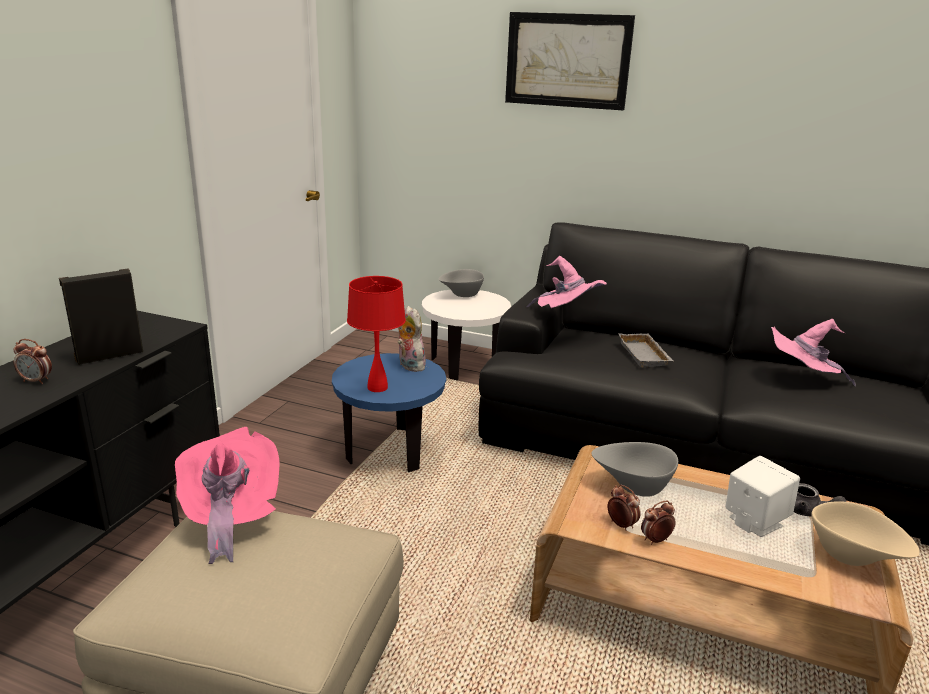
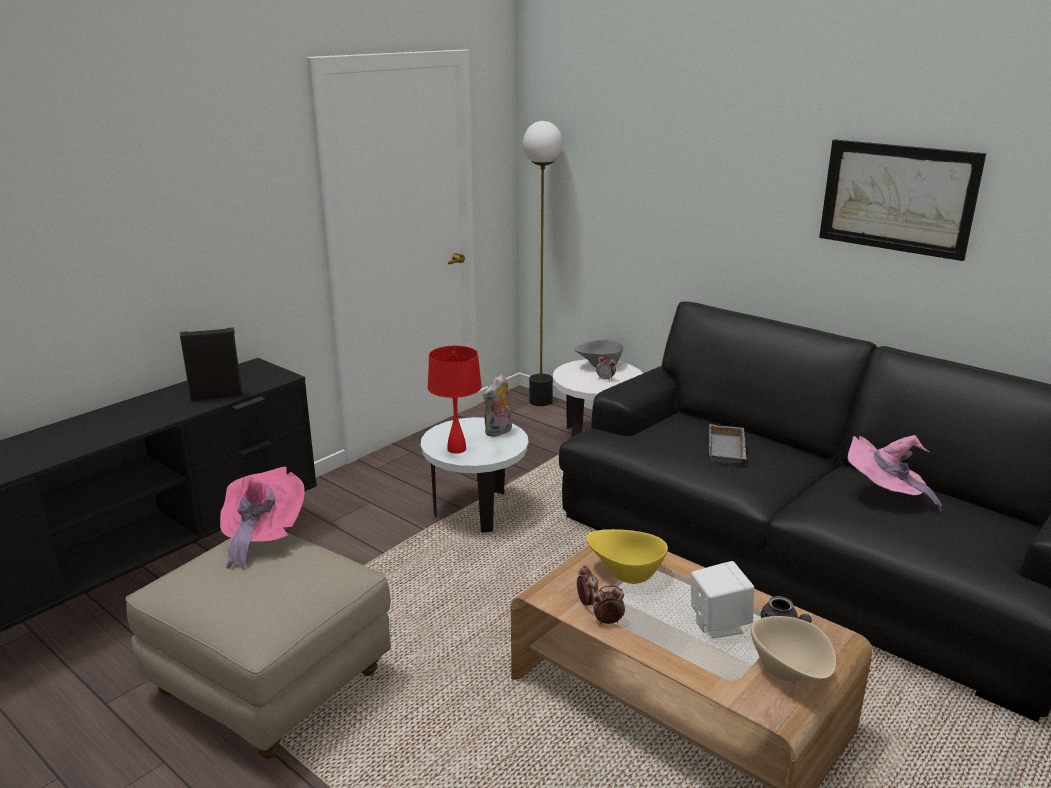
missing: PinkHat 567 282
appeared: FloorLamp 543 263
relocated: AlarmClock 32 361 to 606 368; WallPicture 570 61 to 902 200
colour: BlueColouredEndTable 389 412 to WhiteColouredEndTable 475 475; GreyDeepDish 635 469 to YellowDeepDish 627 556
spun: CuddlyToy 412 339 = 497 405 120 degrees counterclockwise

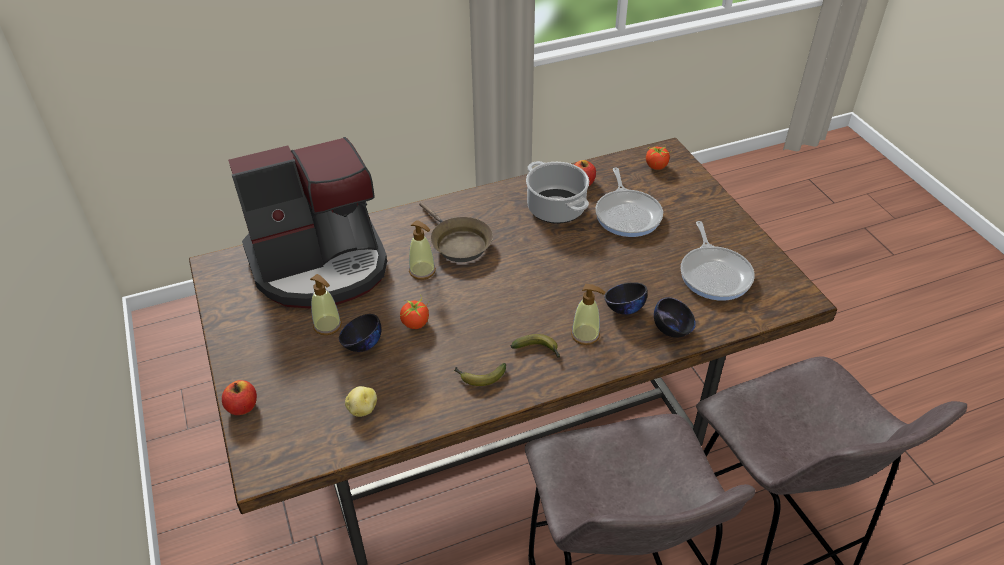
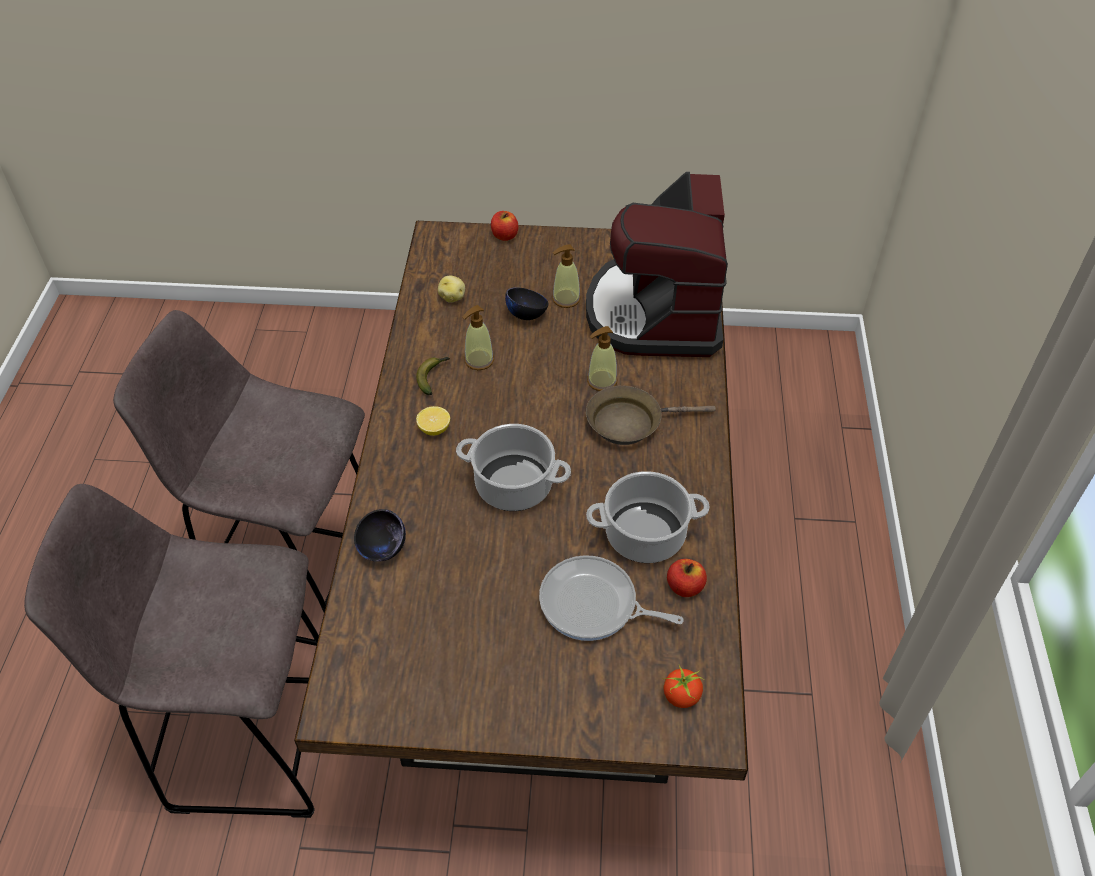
missing: FreshTomato 414 312; BlackColouredDeepDish 626 298; Pan 718 261
appeared: Stockpot 513 467
relocated: SoapDispenser 588 314 to 478 337
exchanged: BananaFruit 535 346 to CitrusFruit 433 421

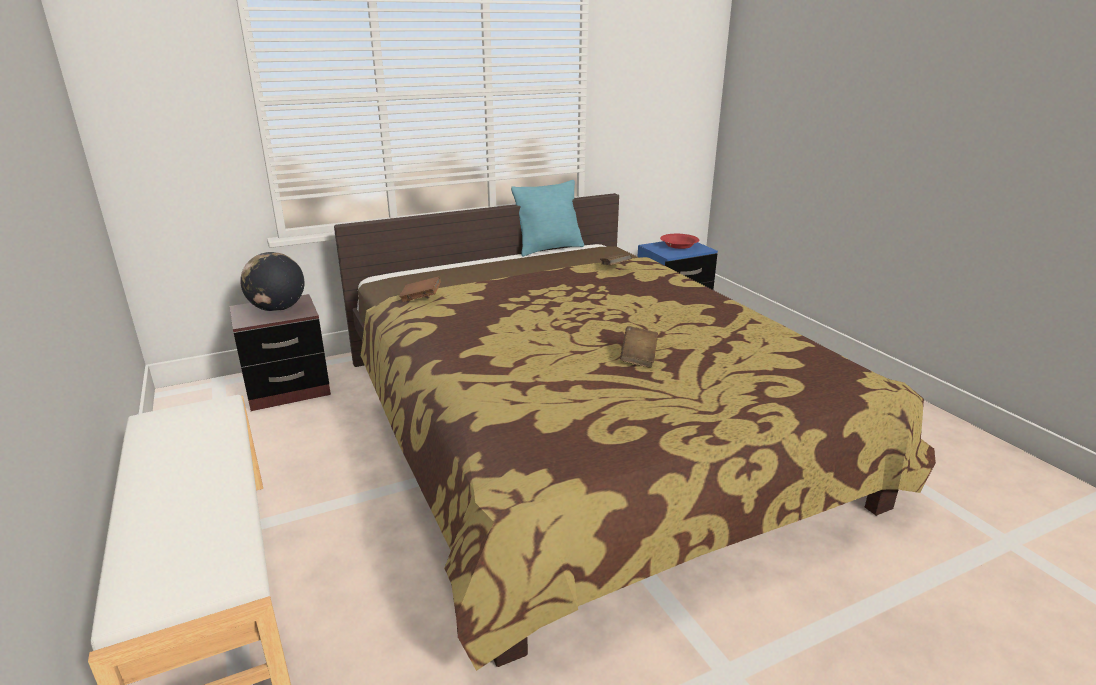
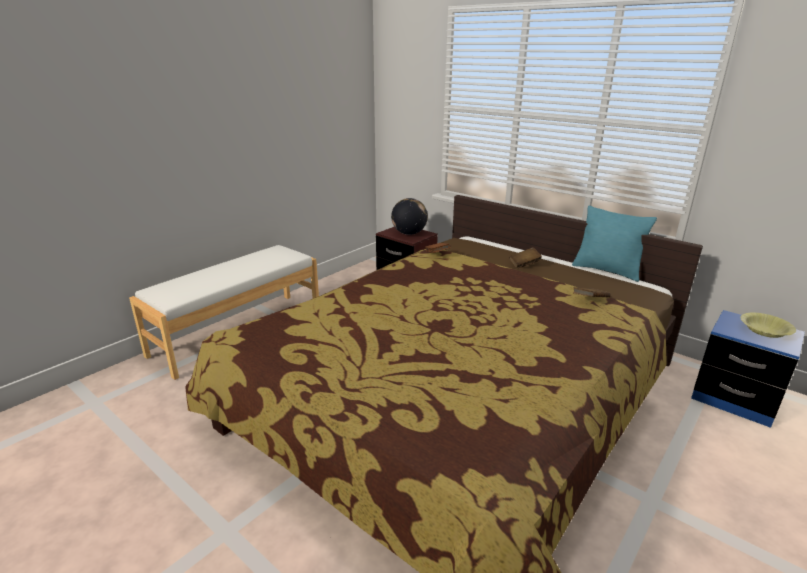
relocated: BrownishVolume 639 346 to 525 258
colour: RedColouredDeepDish 679 241 to YellowDeepDish 768 325

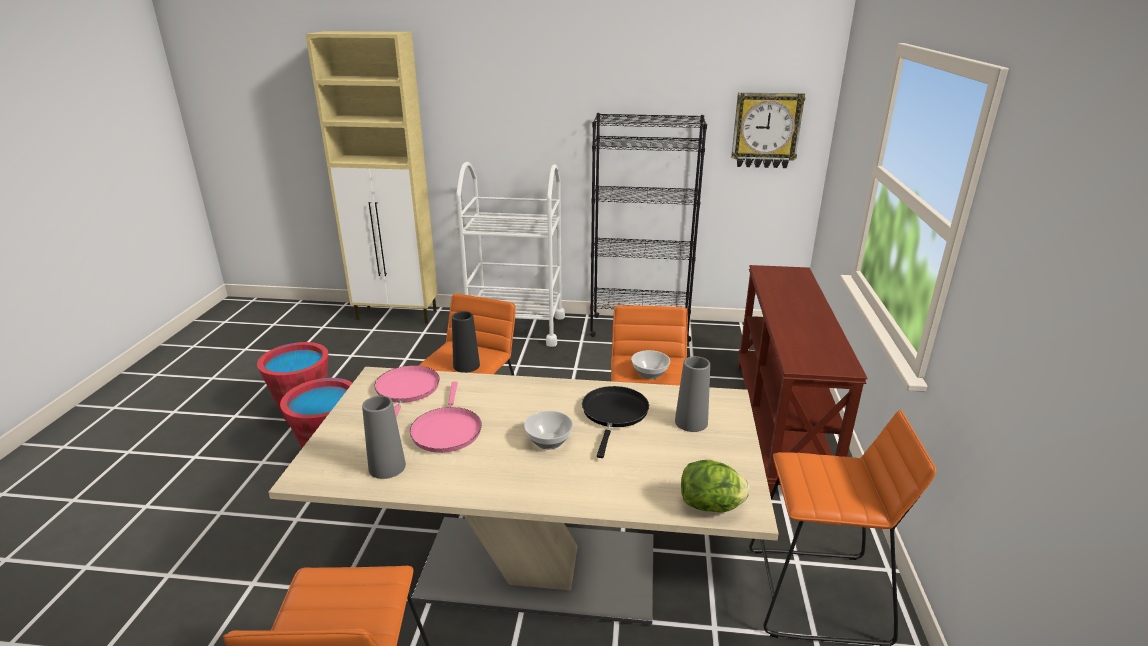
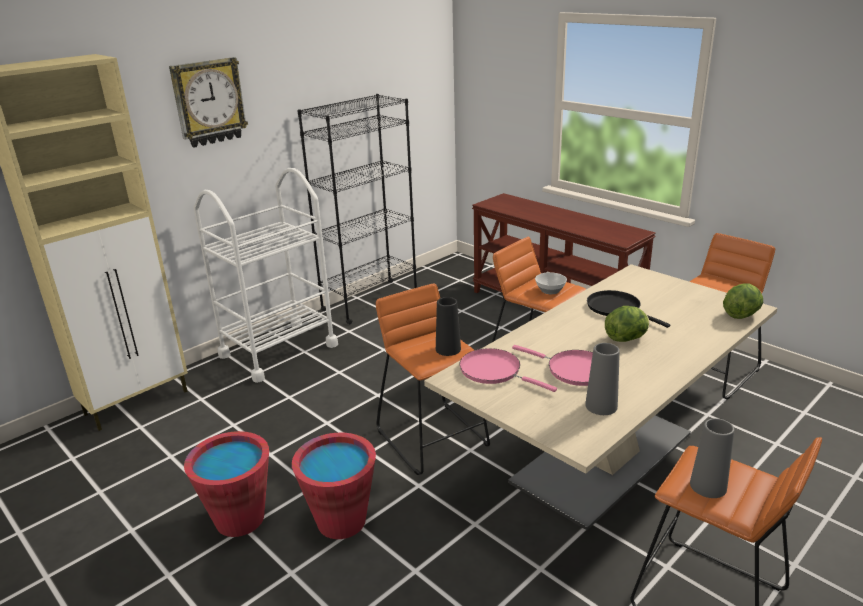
relocated: HangingClock 768 130 to 208 102; GreyFlowerVase 692 394 to 712 458
exchanged: DeepDish 548 430 to HeadOfLettuce 627 324

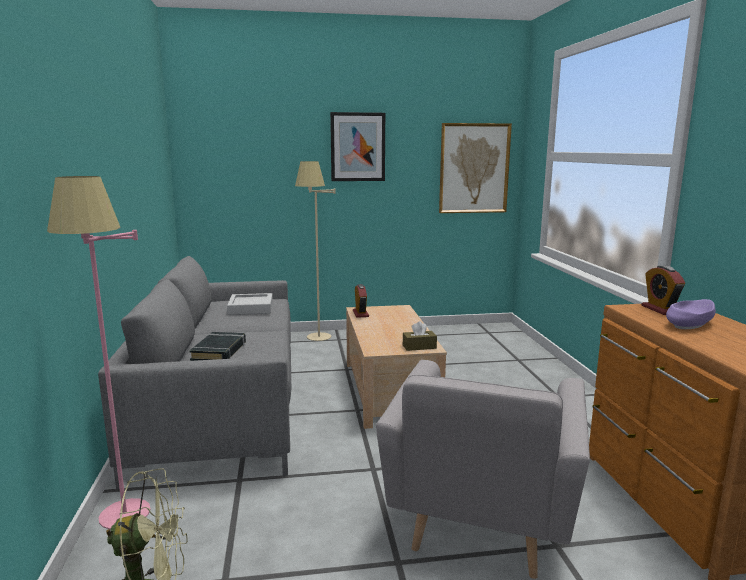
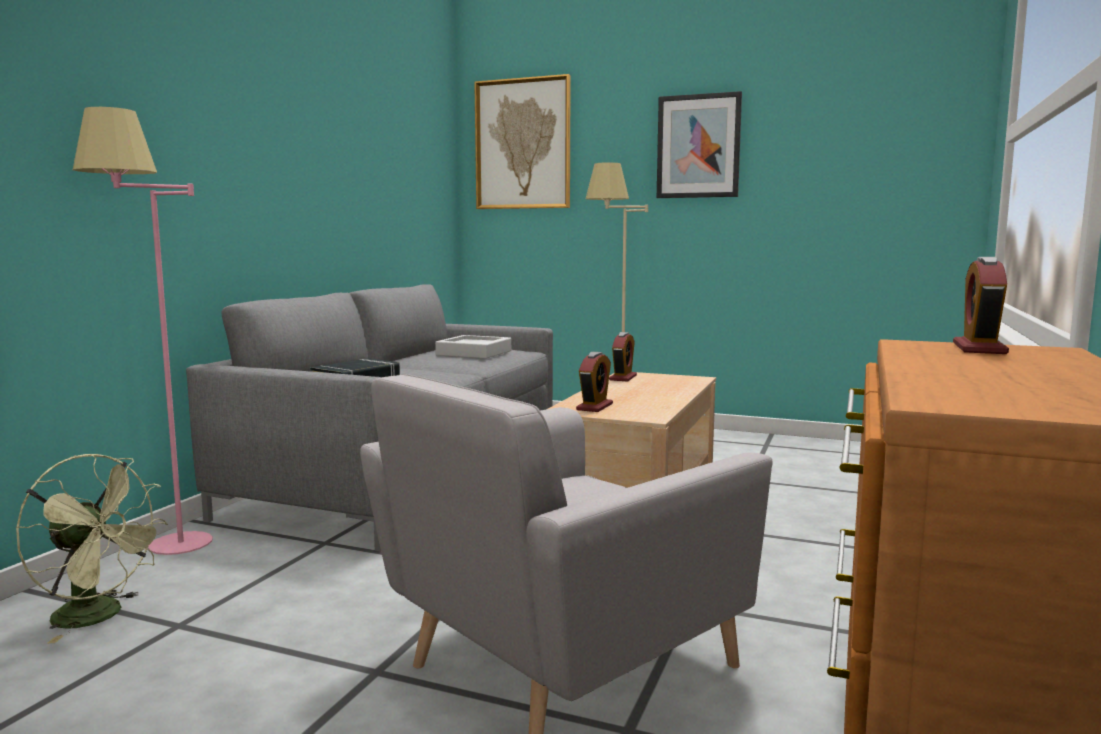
missing: BrownishBoxOfTissues 420 336; PurpleColouredDeepDish 691 314
appeared: AlarmClock 594 382
relocated: WallPicture 475 168 to 522 141

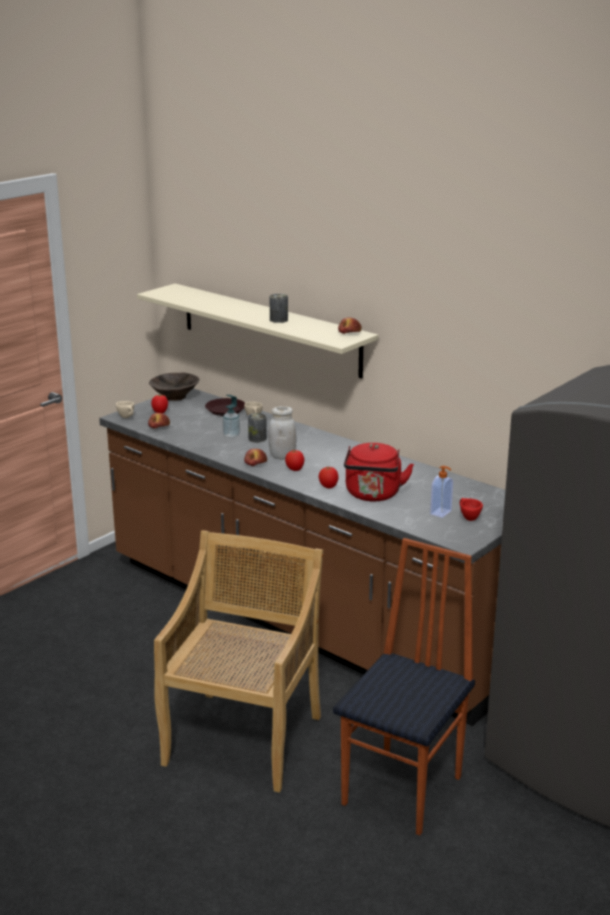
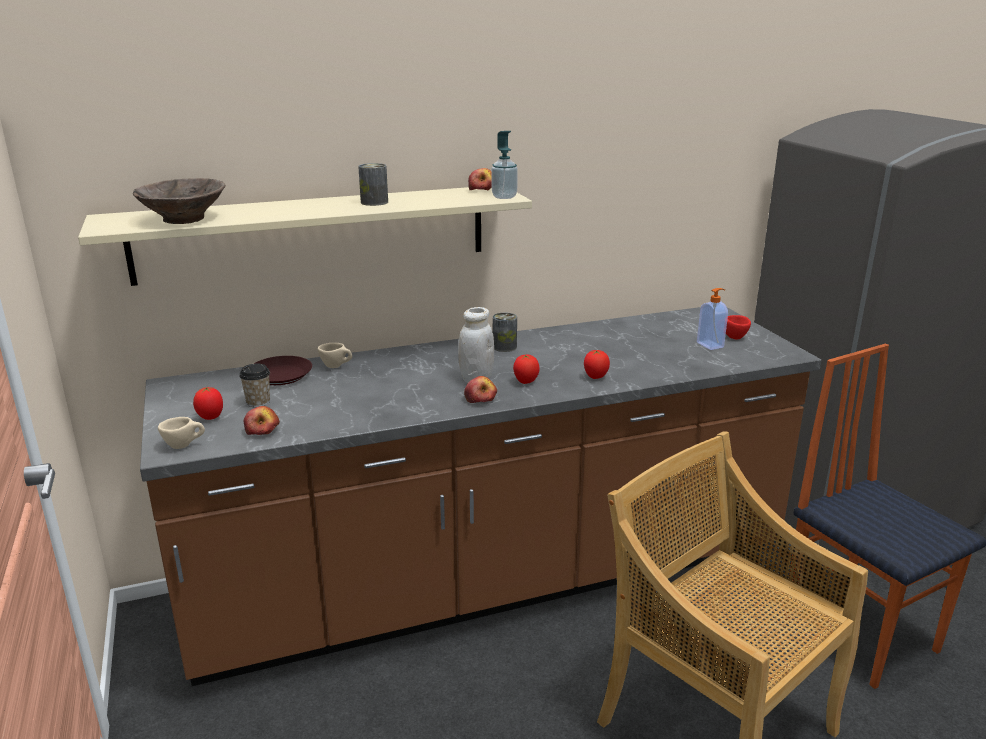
missing: RedColouredWaterKettle 379 472
appeared: DrinkingCup 254 385
relocated: BrownishDeepDish 174 387 to 179 201; SoapDispenser 231 416 to 505 165; MetalCan 257 427 to 505 332

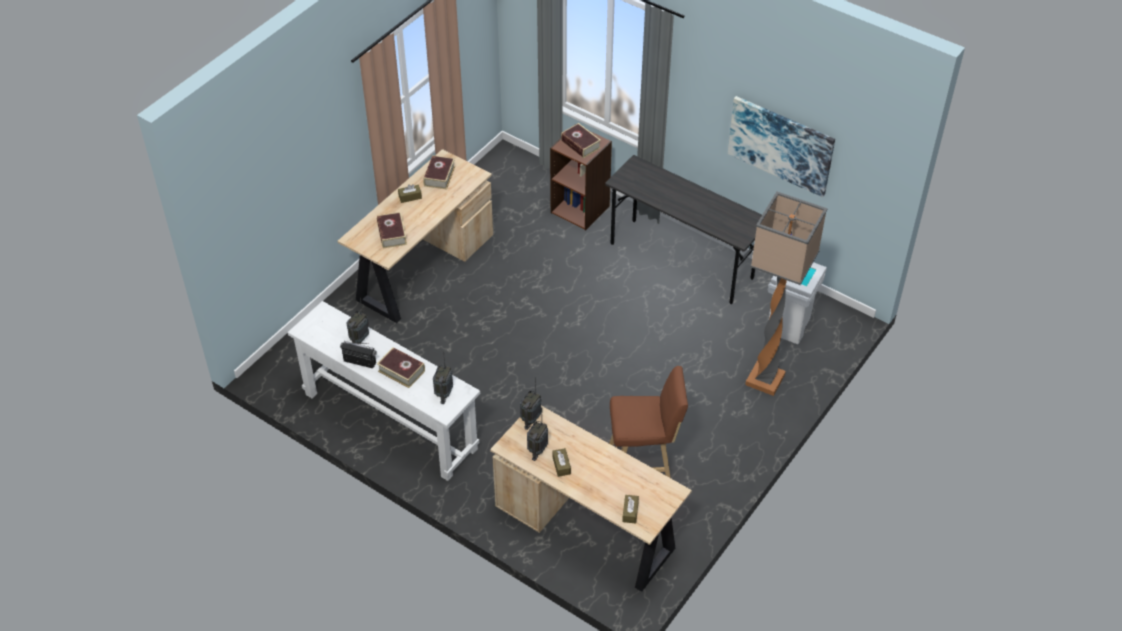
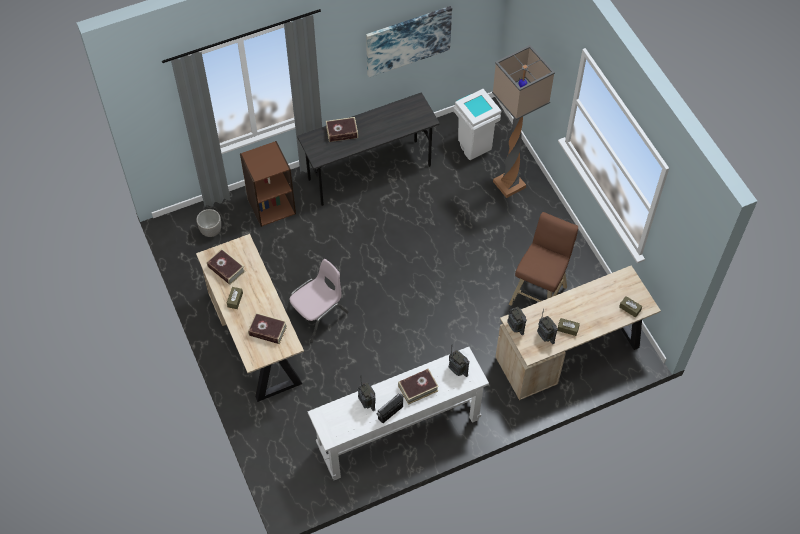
appeared: PlantPot 208 223; PinkChair 317 301
relocated: Volume 581 140 to 342 129

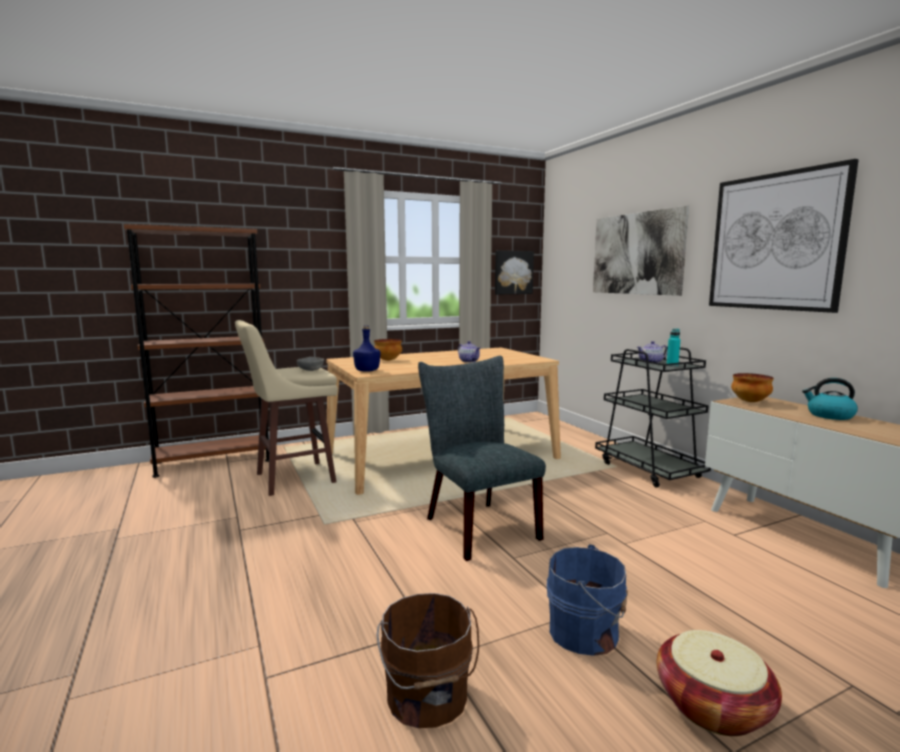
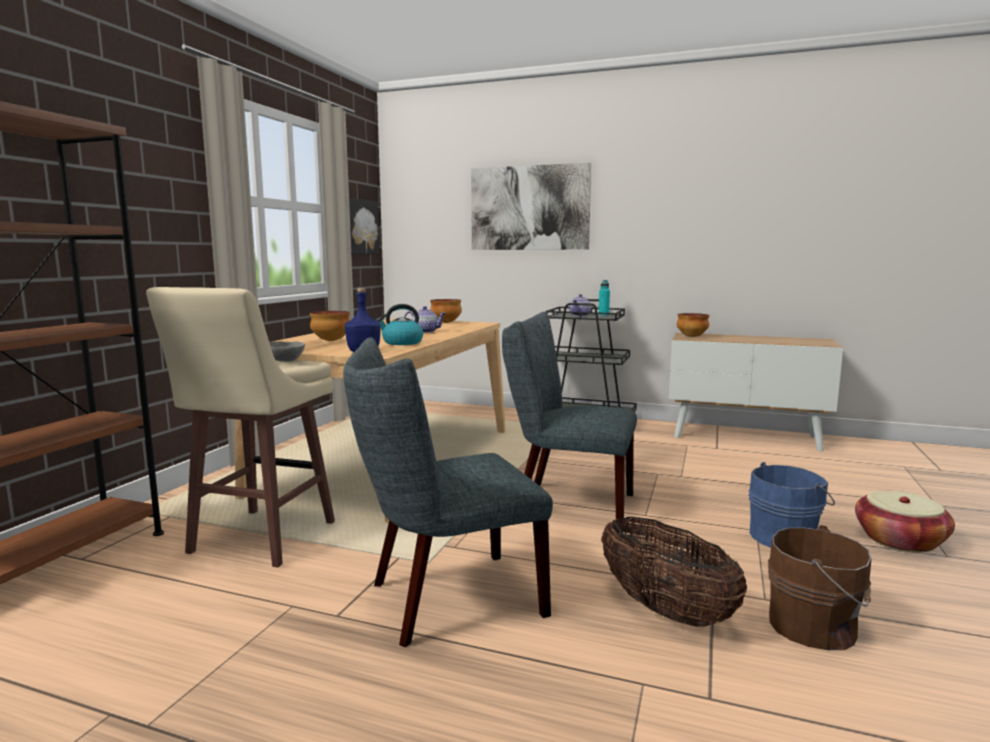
missing: WallPicture 784 236
appeared: GreyChair 448 492; DeepDish 446 311; StorageBasket 674 572
relocated: WaterKettle 830 399 to 399 324

